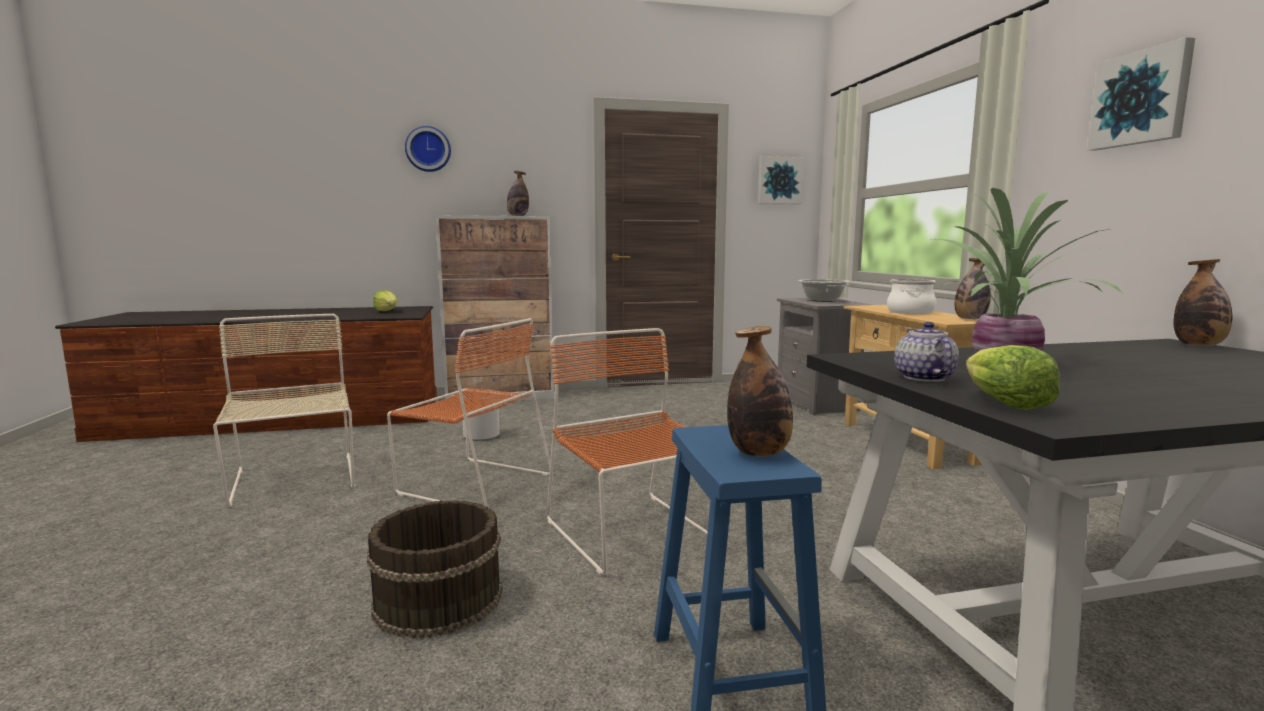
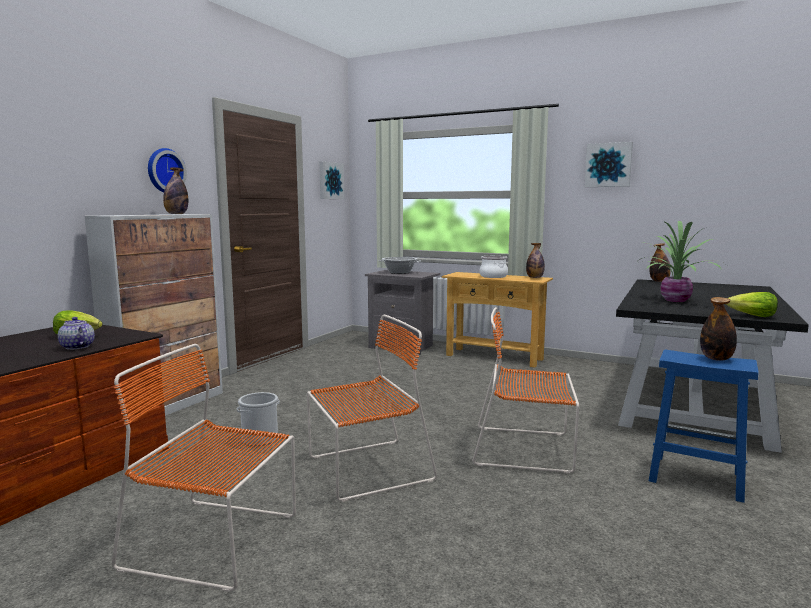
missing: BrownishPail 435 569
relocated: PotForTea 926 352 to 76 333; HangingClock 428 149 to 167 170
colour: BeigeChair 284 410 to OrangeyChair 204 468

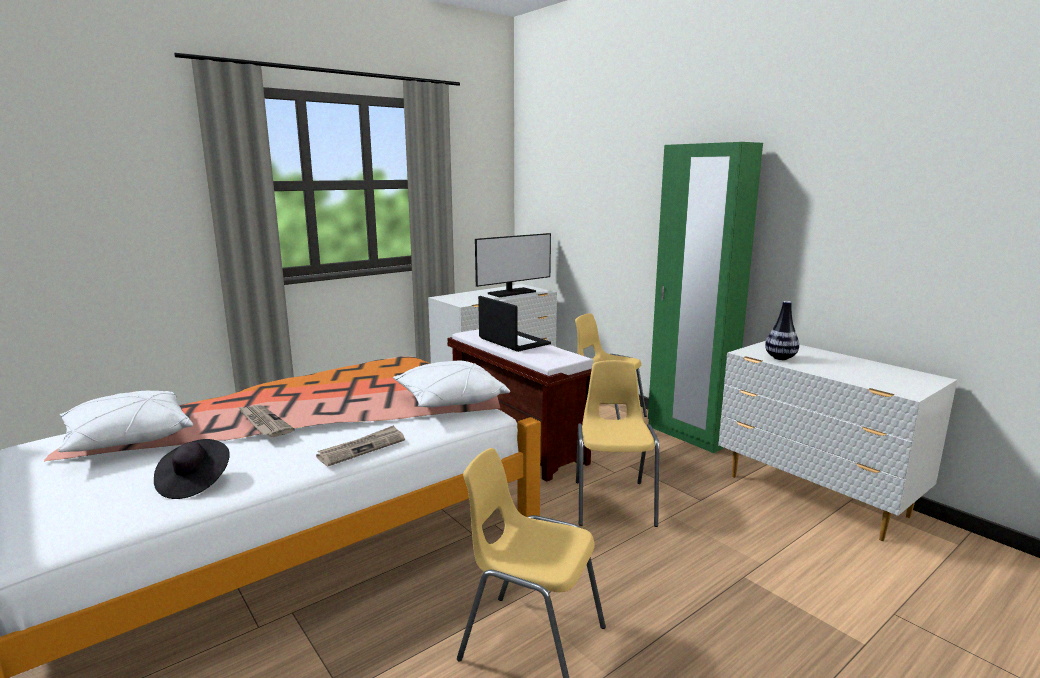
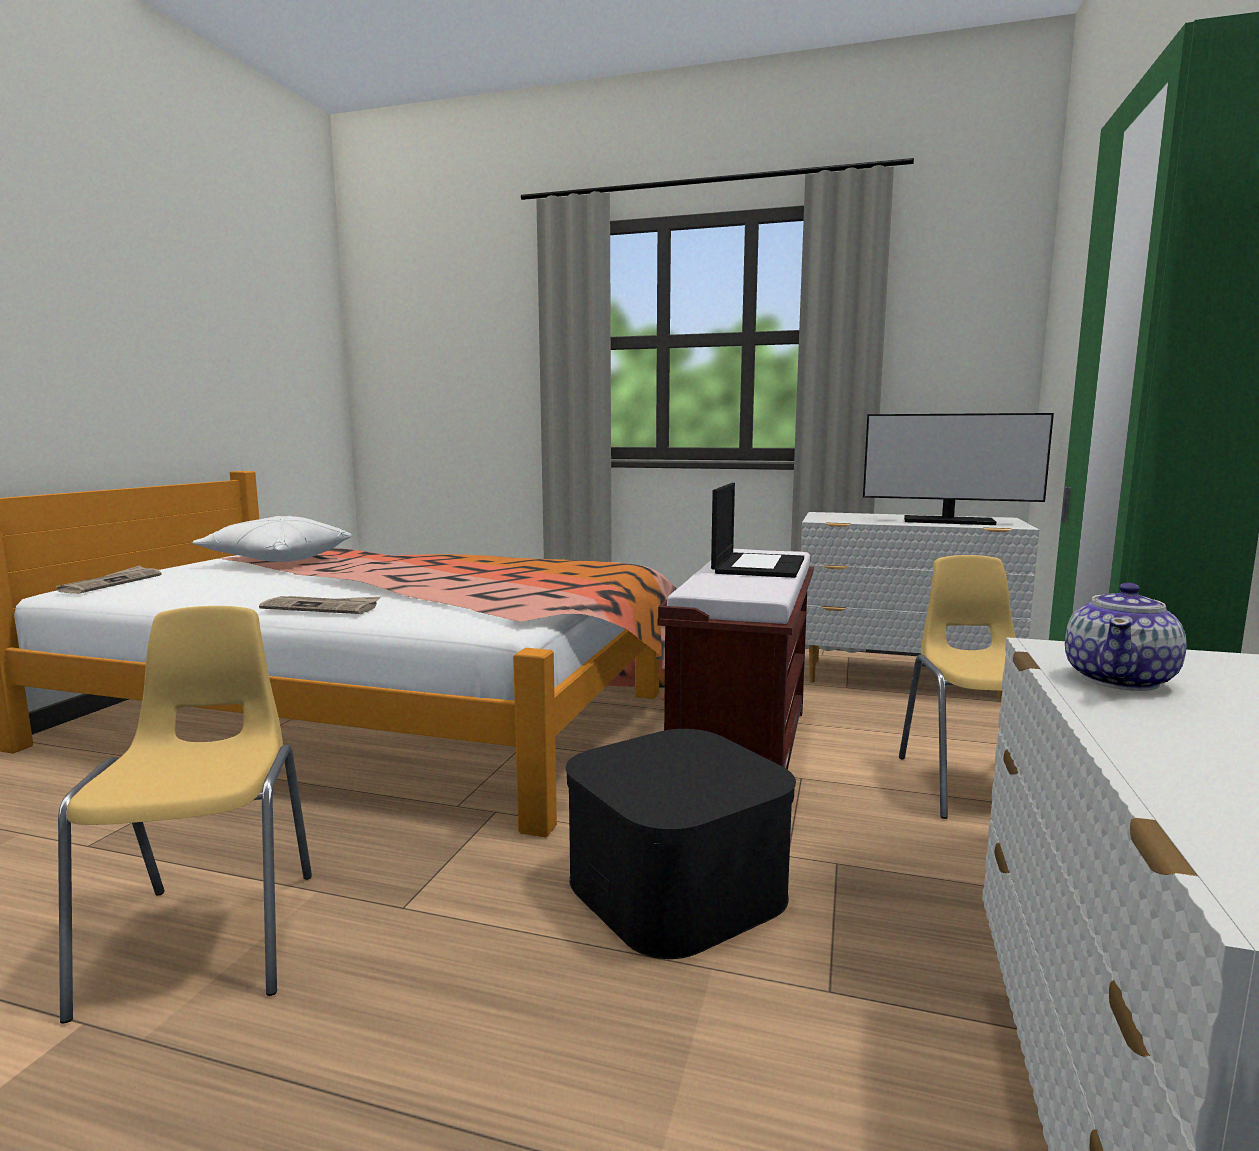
missing: BlackColouredHat 192 469; WhiteColouredCushion 451 384
relocated: Newspaper 266 421 to 108 579
exchanged: YellowChair 617 443 to BlackColouredStorageContainer 681 844; FlowerVase 782 330 to PotForTea 1126 637

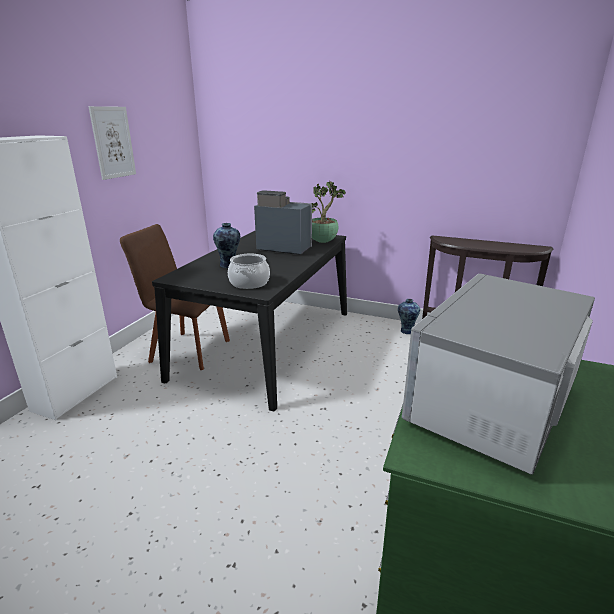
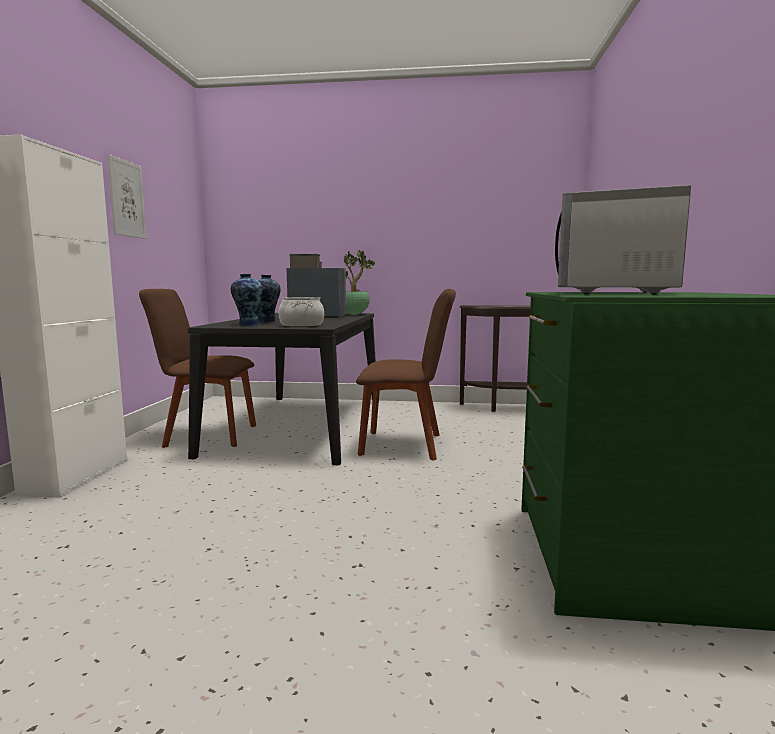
appeared: BrownishChair 406 375
relocated: FlowerVase 409 316 to 247 300

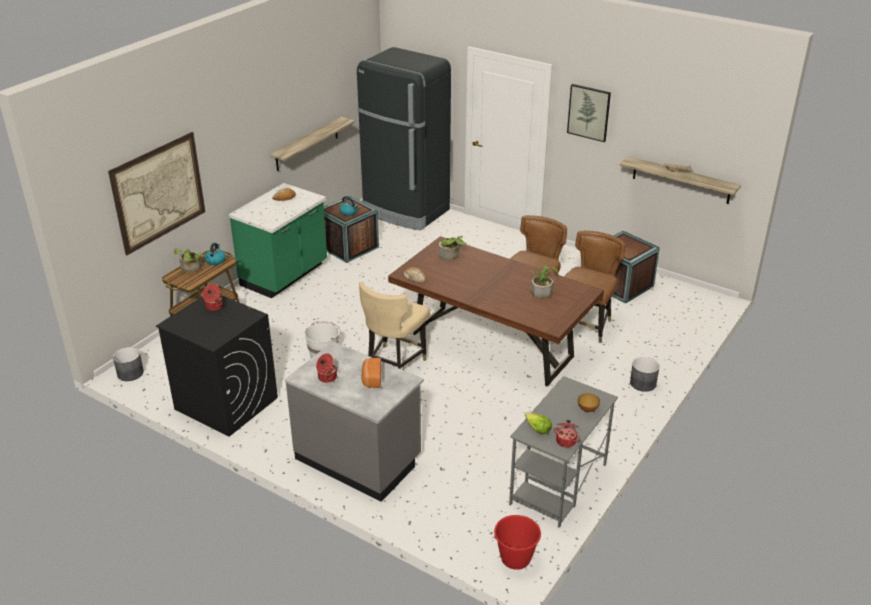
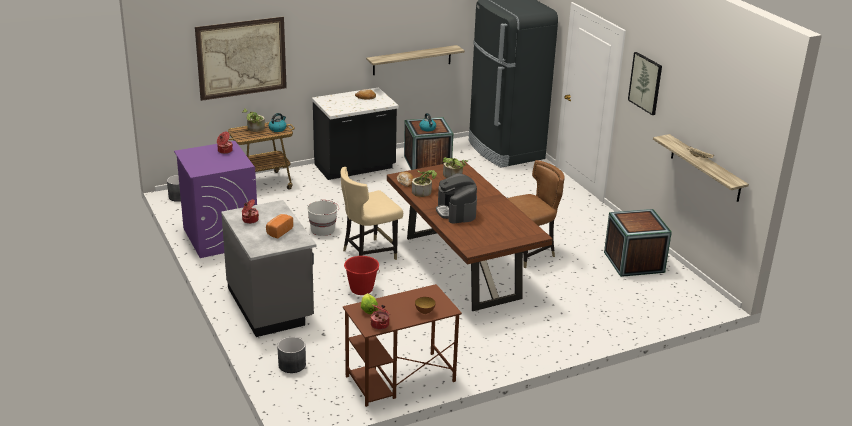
missing: BrownishChair 594 287
appeared: CoffeeBrewer 456 198
relocated: GreyPlantPot 645 374 to 291 355; RedColouredPail 517 542 to 362 275; Houseplant 544 282 to 424 183
colour: BlackColouredWashingMachine 217 366 to PurpleColouredWashingMachine 215 199; GreenishKitchenBaseUnit 278 240 to BlackColouredKitchenBaseUnit 355 133; GreyDeskUnit 563 452 to BrownishDeskUnit 402 345

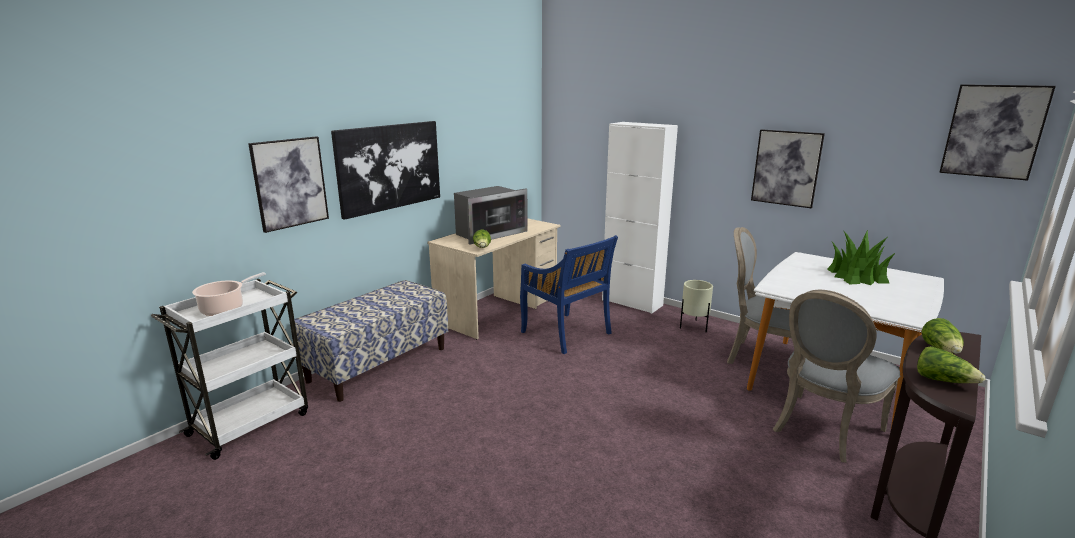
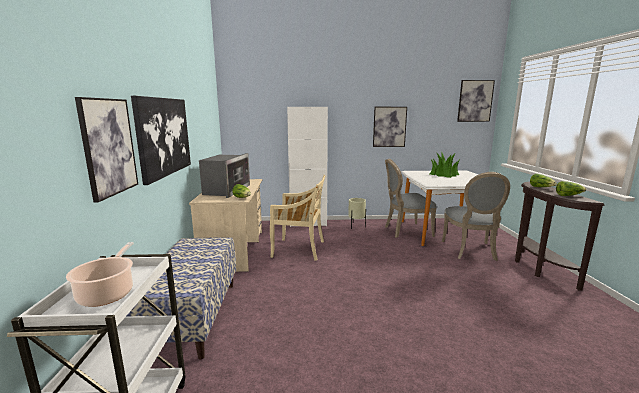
colour: BlueColouredChair 569 294 to BeigeChair 298 218

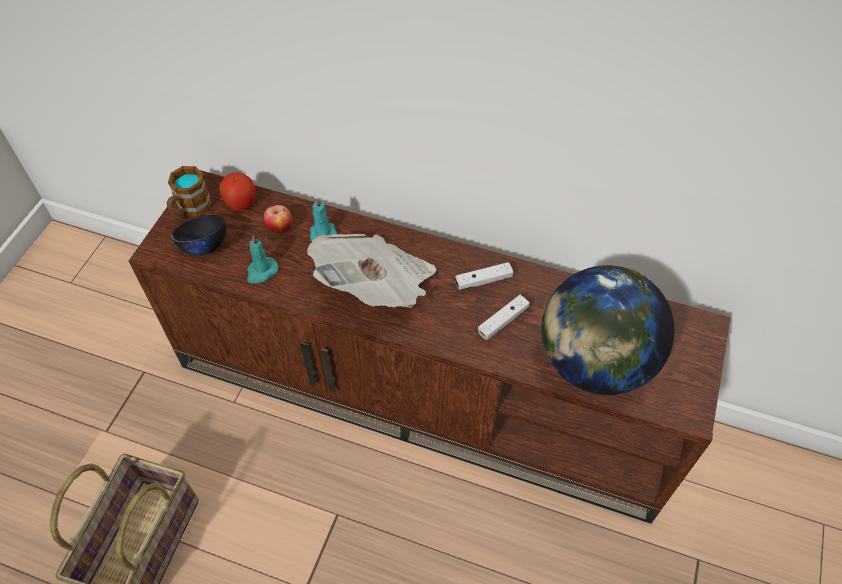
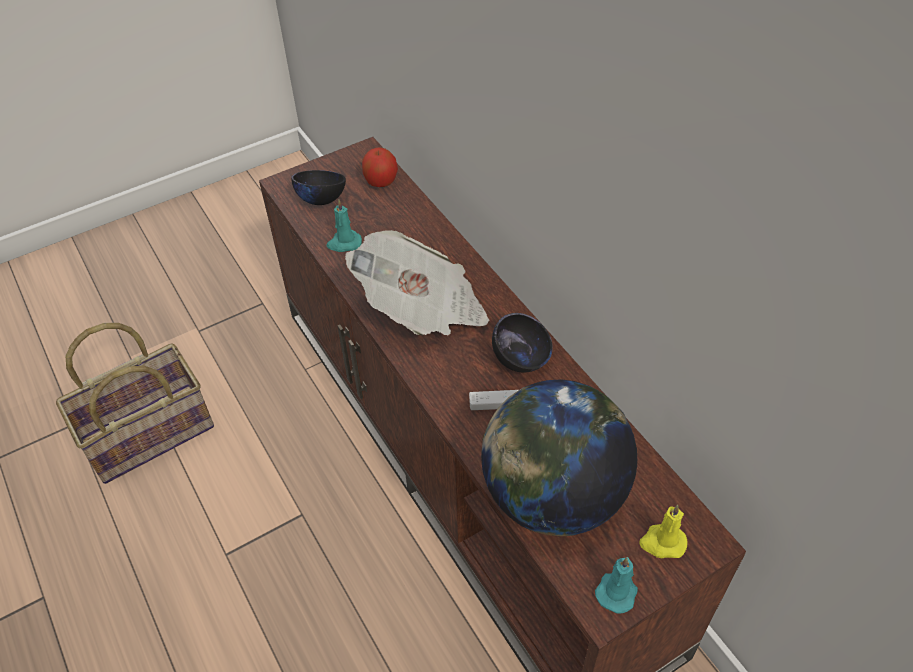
missing: TeaMug 189 193; AppleFruit 277 219
appeared: YellowCandle 663 531
relocated: BlueGreenCandle 323 219 to 616 585
exchanged: WhiteColouredGameController 484 276 to BlackColouredDeepDish 522 342

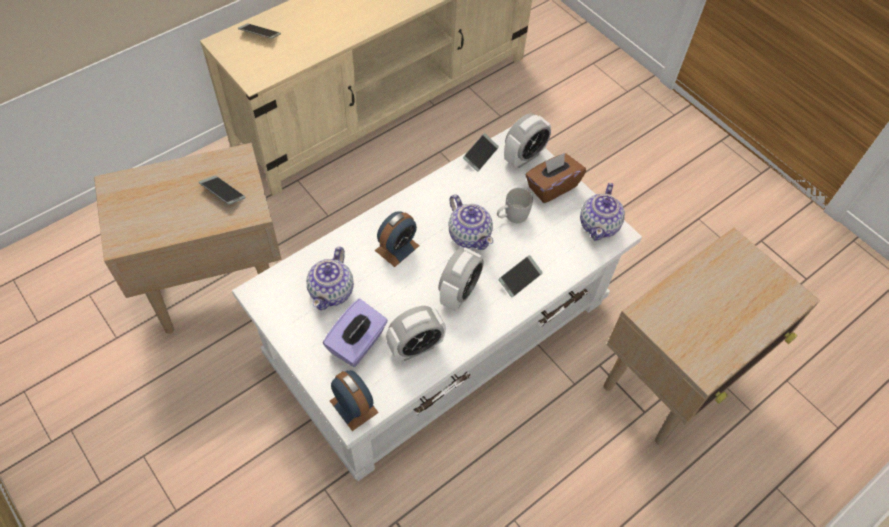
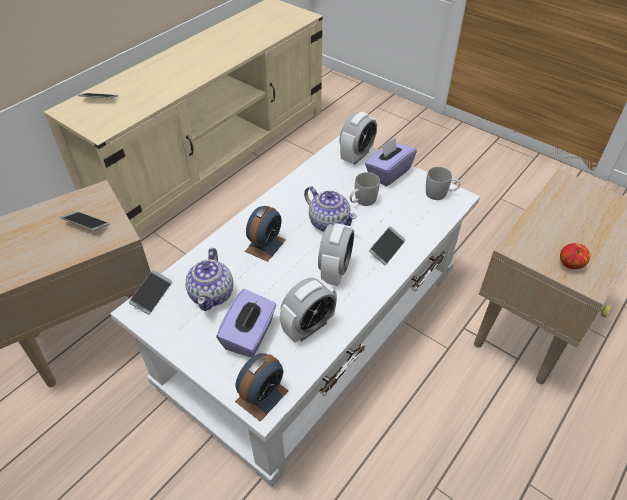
appeared: AppleFruit 575 256
relocated: Phone 481 152 to 150 292
exchanged: PotForTea 602 212 to WhiteColouredTeaMug 443 183
colour: BrownishBoxOfTissues 555 178 to PurpleColouredBoxOfTissues 391 161
spun: AlarmClock 354 400 = 262 387 90 degrees clockwise

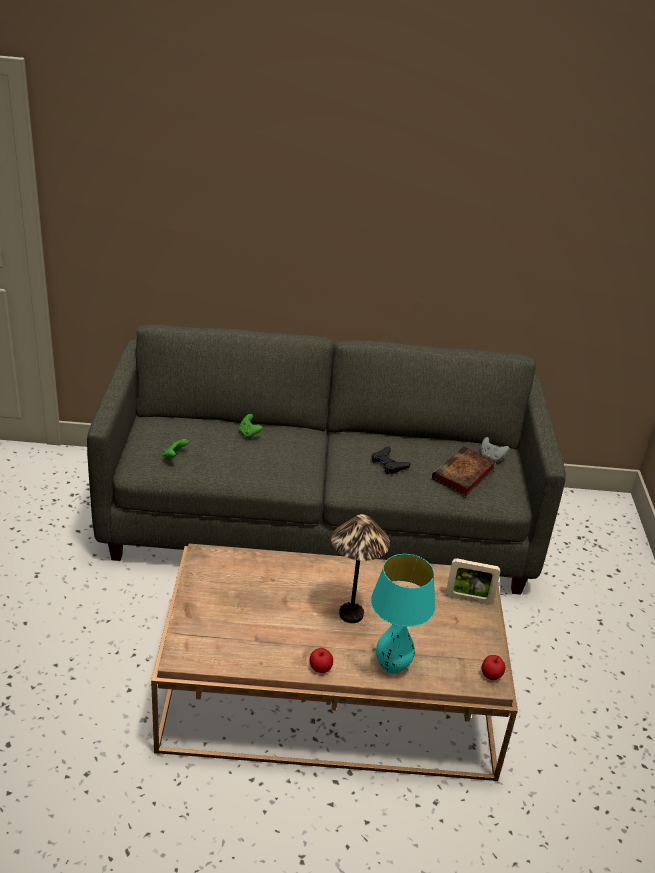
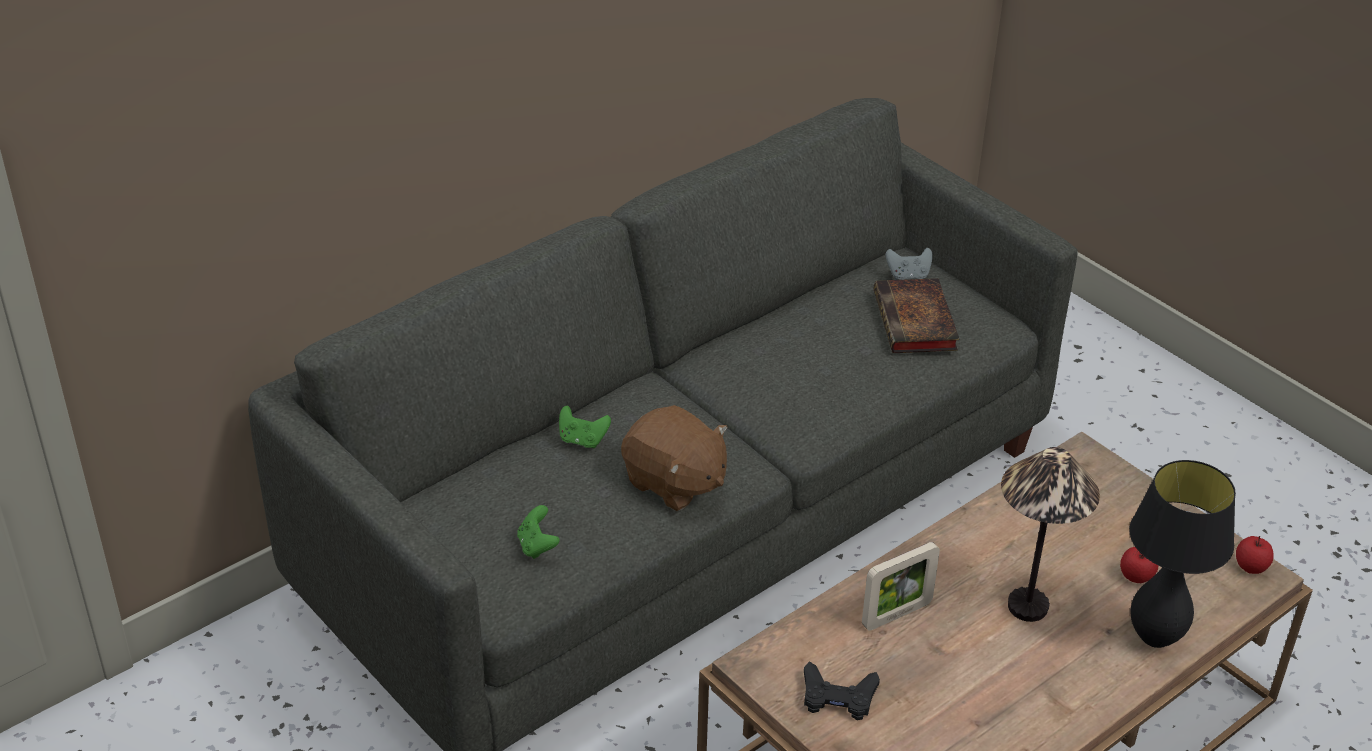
appeared: BrownishCuddlyToy 674 458
relocated: BlackColouredGameController 391 460 to 842 690; PictureFrame 473 581 to 901 586; AppleFruit 321 660 to 1139 565
colour: BlueGreenTabletopLamp 403 614 to BlackColouredTabletopLamp 1182 554

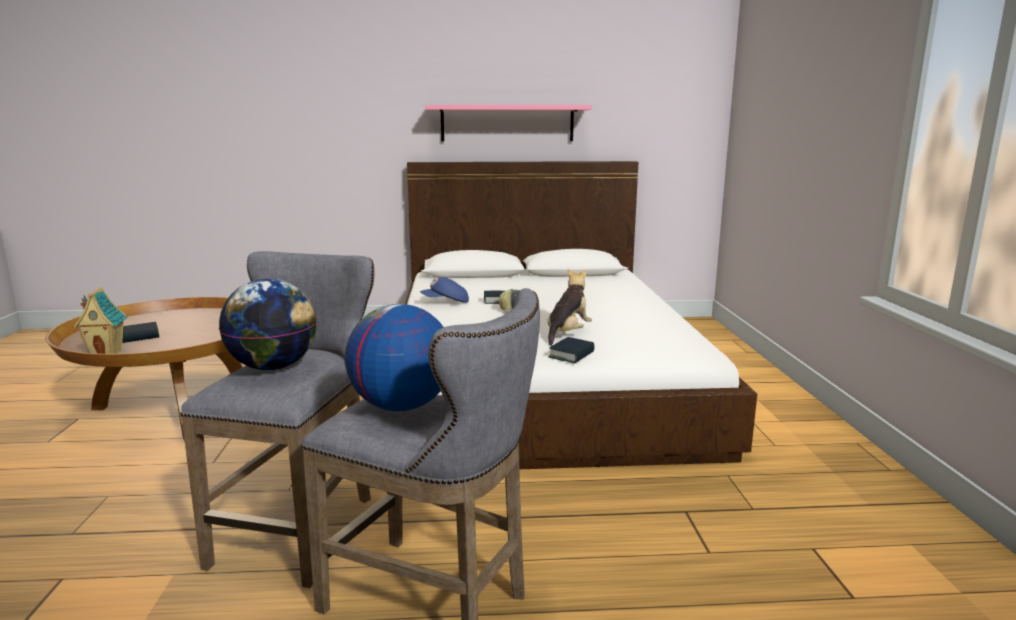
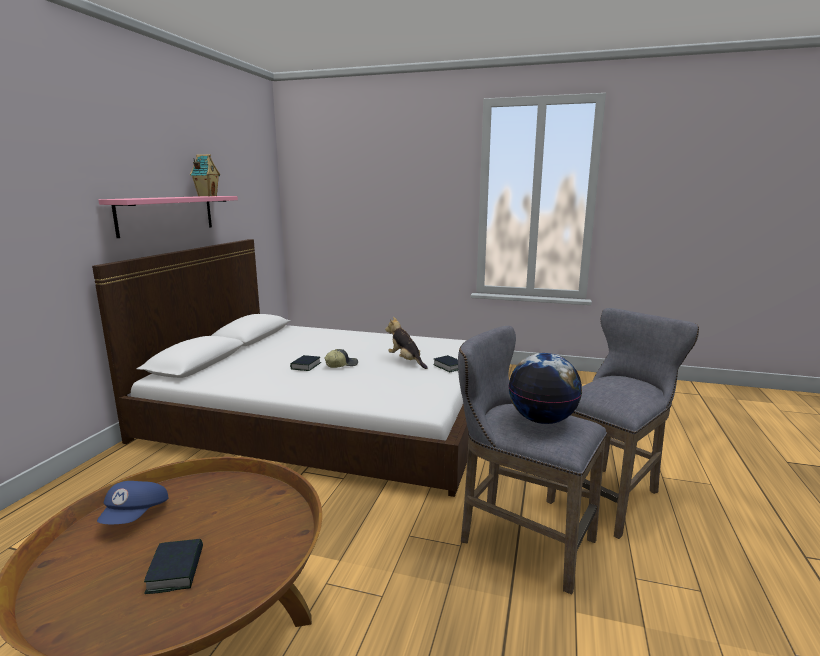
missing: DeskGlobe 394 357
relocated: BlueColouredPeakedCap 444 290 to 133 502; ToyHouse 100 320 to 205 175

